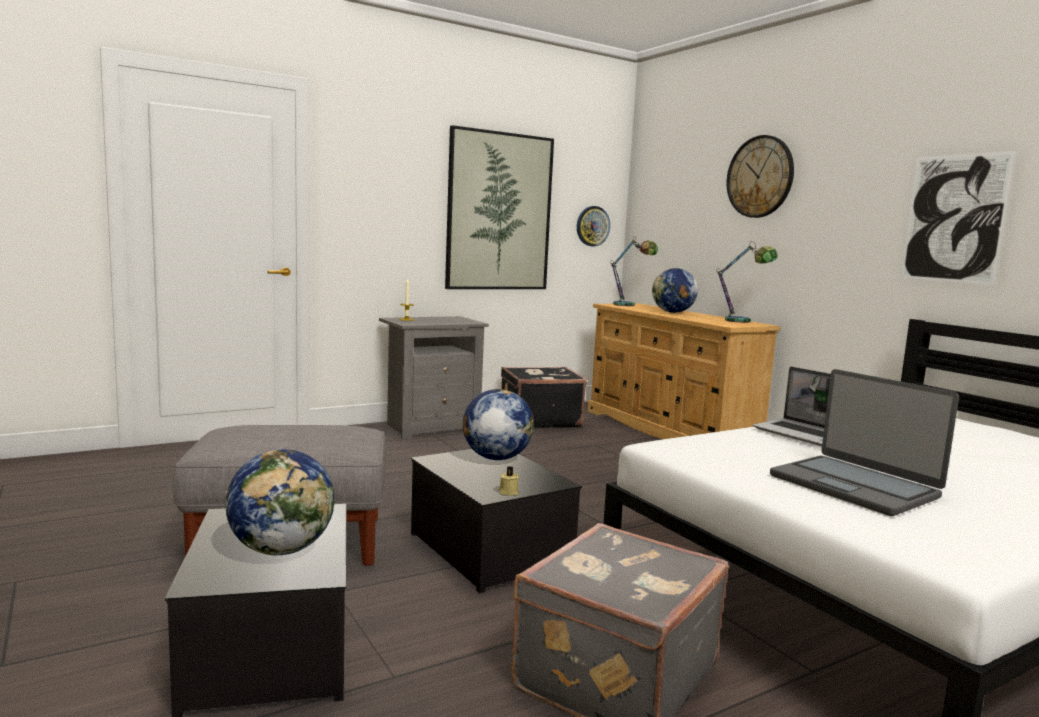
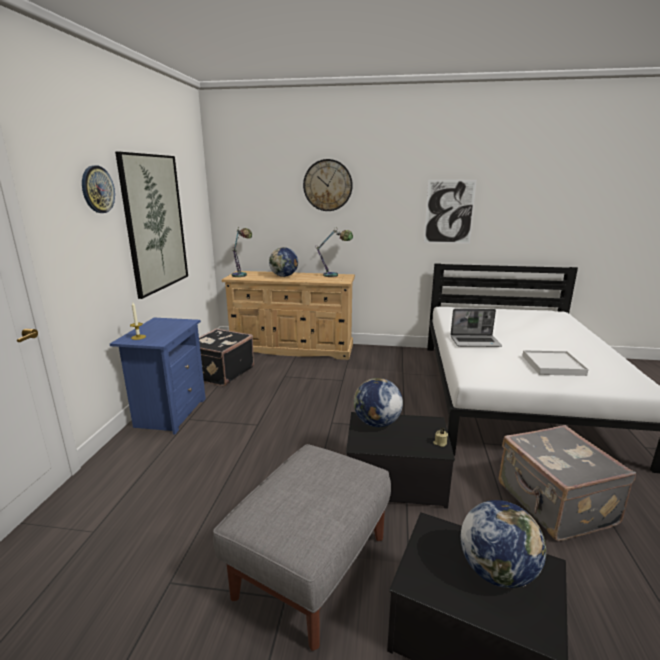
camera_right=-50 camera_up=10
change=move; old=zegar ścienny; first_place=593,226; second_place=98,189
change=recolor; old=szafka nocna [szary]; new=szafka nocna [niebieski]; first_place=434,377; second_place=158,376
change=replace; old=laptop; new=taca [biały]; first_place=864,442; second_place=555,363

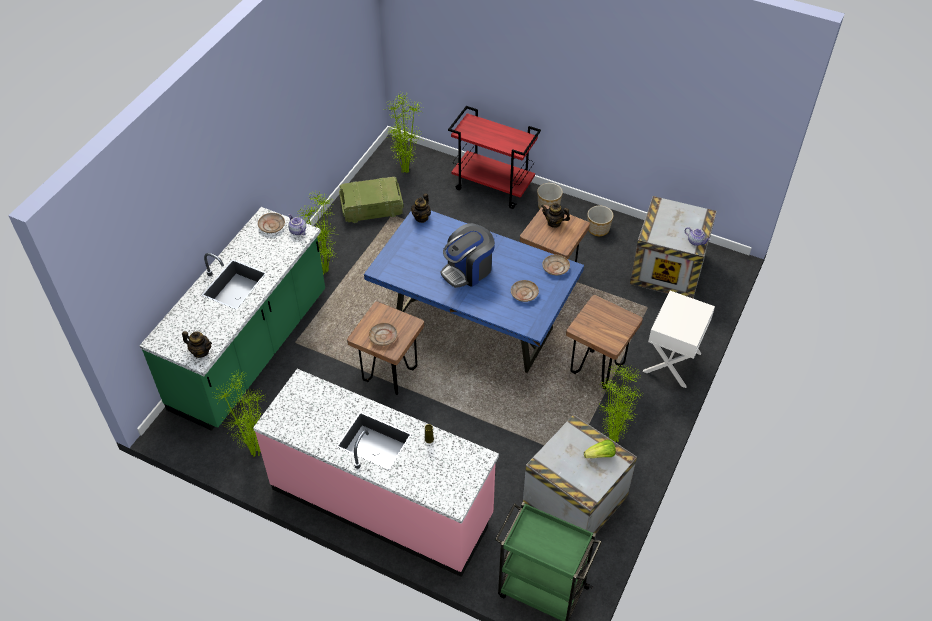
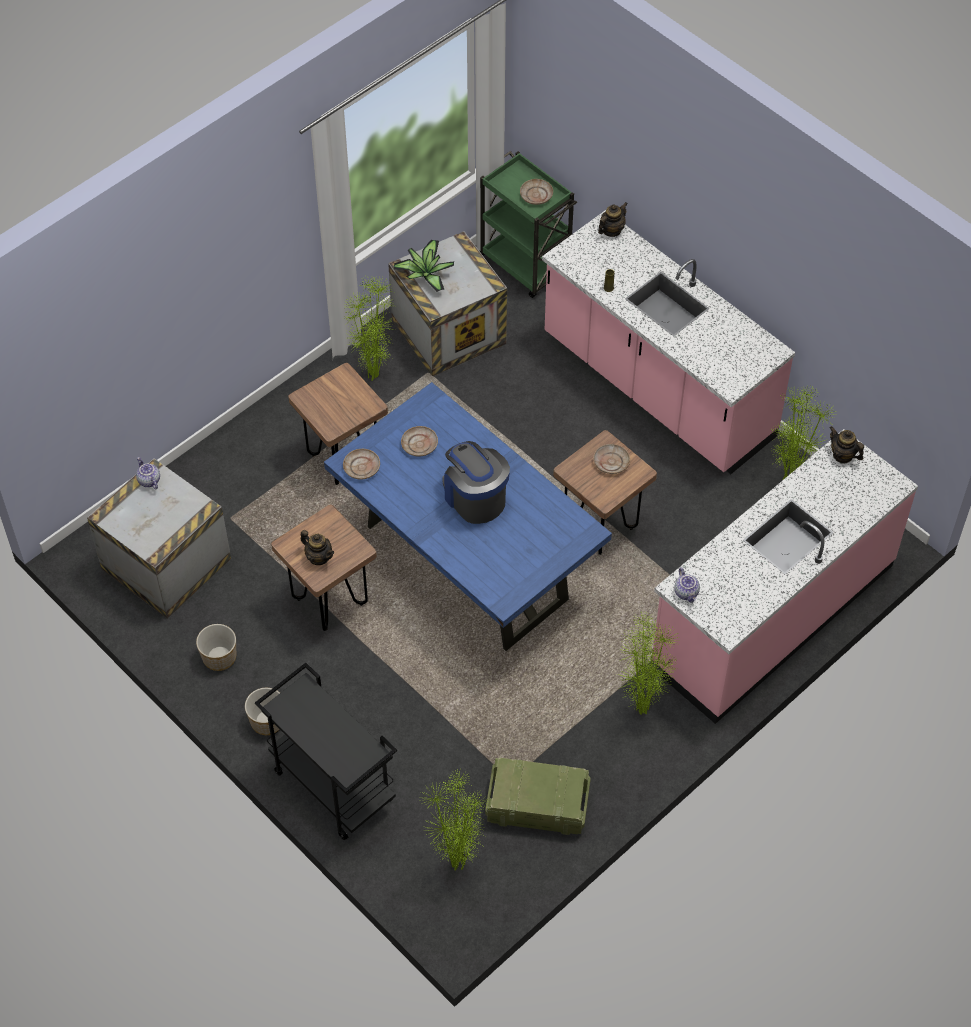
camera_right=-160 camera_up=5
change=recolor; old=wózek [czerwony]; new=wózek [czarny]; first_place=494,157; second_place=326,751
change=move; old=imbryk; first_place=421,208; second_place=612,219
change=recolor; old=zabudowa kuchenna [zielony]; new=zabudowa kuchenna [różowy]; first_place=232,319; second_place=785,576
change=move; old=talerz [beżowy]; first_place=271,223; second_place=536,192
change=rotate; old=ekspres do kawy; first_place=468,255; second_place=476,482; degrees=-105
change=delete; old=szafka nocna [biały]; first_place=679,339
change=replace; old=sałata; new=roślina doniczkowa; first_place=600,449; second_place=423,266

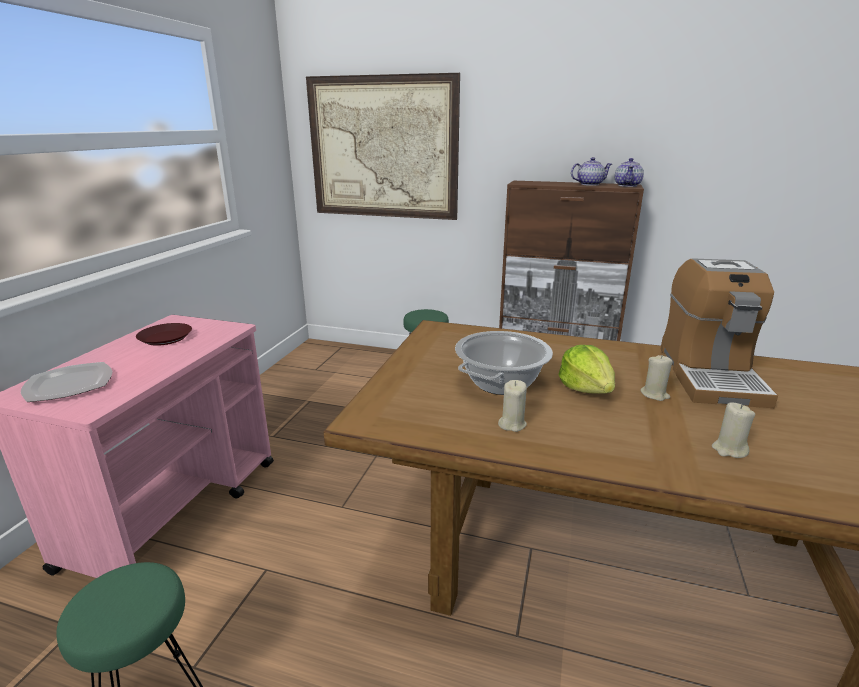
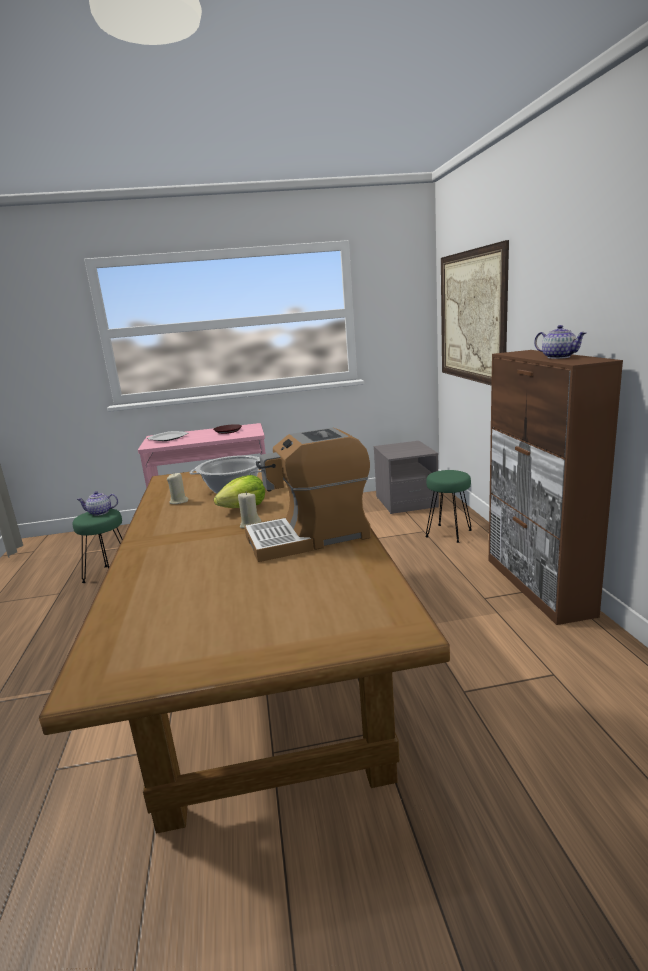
camera_right=65 camera_up=-5
change=move; old=imbryk; first_place=629,172; second_place=97,503
change=delete; old=świeca [beżowy]; first_place=733,430
change=insert; new=szafka nocna [szary]; second_place=406,477

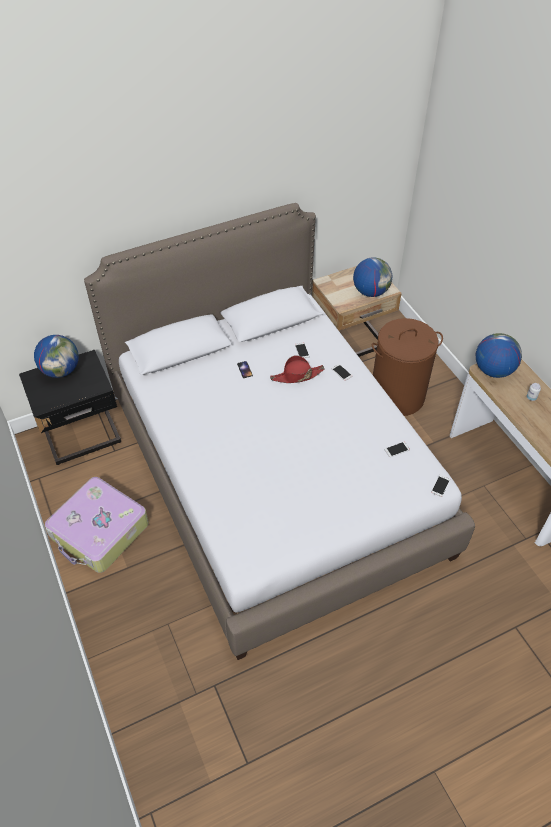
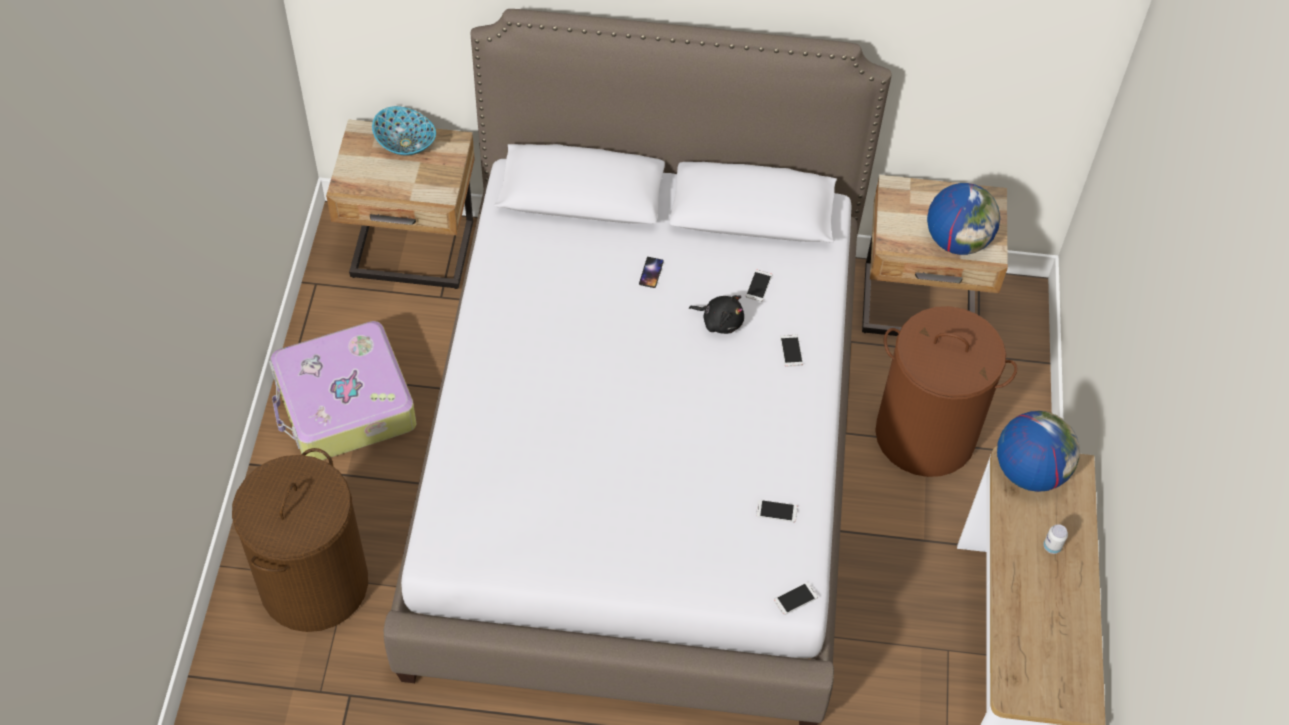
camera_right=30 camera_up=5
change=replace; old=globus; new=miska; first_place=56,356; second_place=404,131
change=recolor; old=szafka nocna [czarny]; new=szafka nocna [beżowy]; first_place=70,407; second_place=400,204
change=replace; old=kapelusz [czerwony]; new=pluszak [czarny]; first_place=297,369; second_place=716,314
change=insert; new=kosz na pranie [brązowy]; second_place=300,540

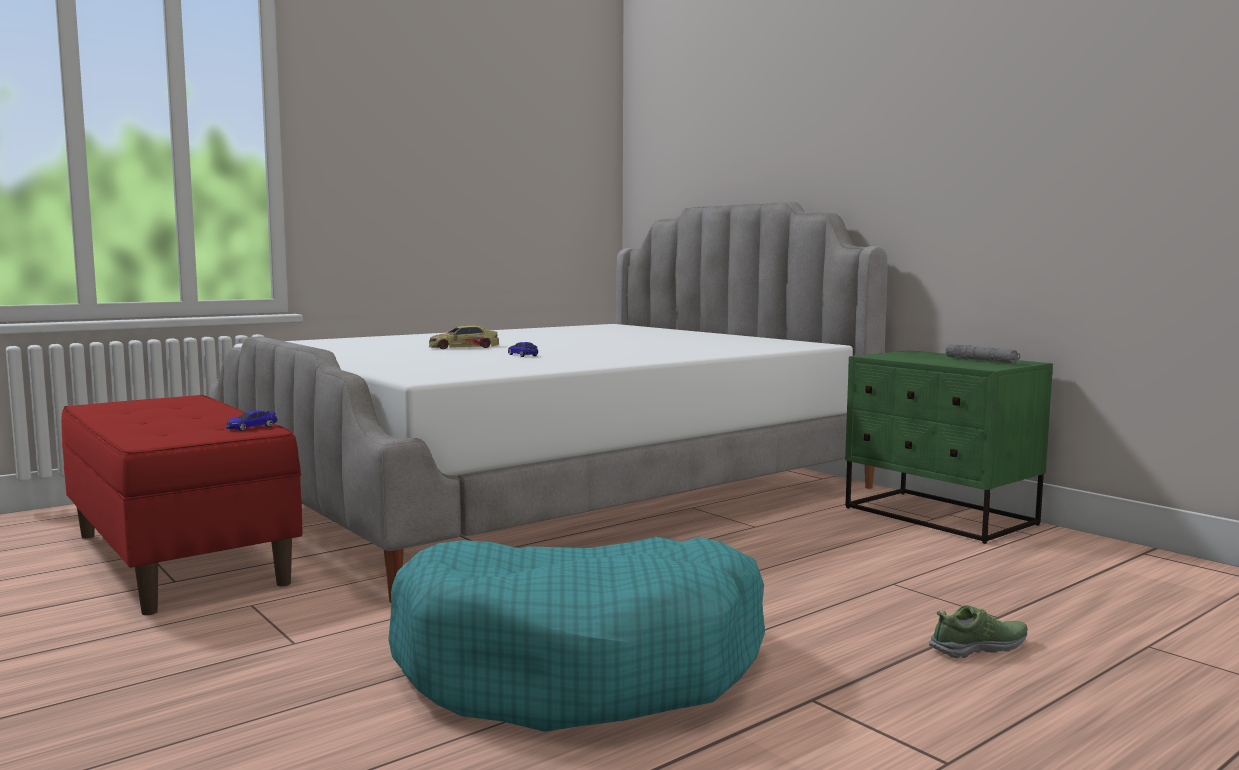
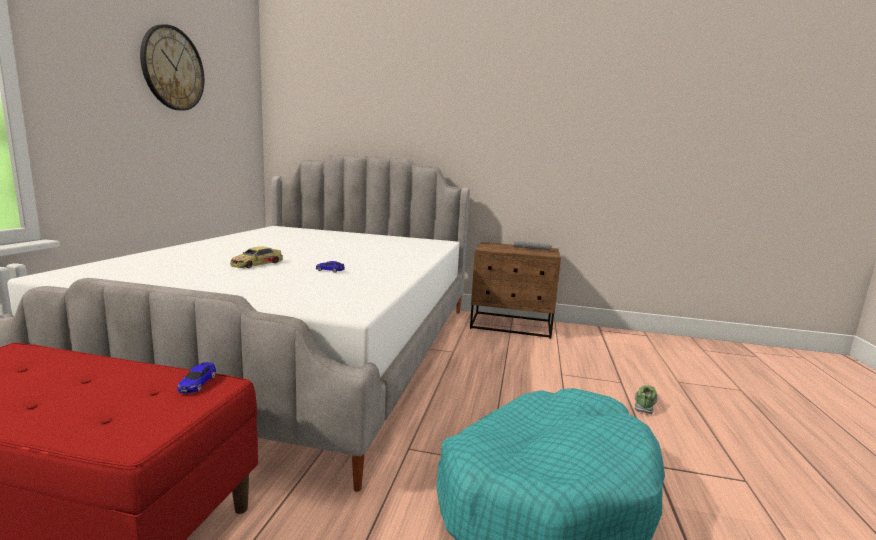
camera_right=-40 camera_up=5
change=recolor; old=szafka nocna [zielony]; new=szafka nocna [brązowy]; first_place=949,447; second_place=515,290
change=insert; new=zegar ścienny; second_place=172,67

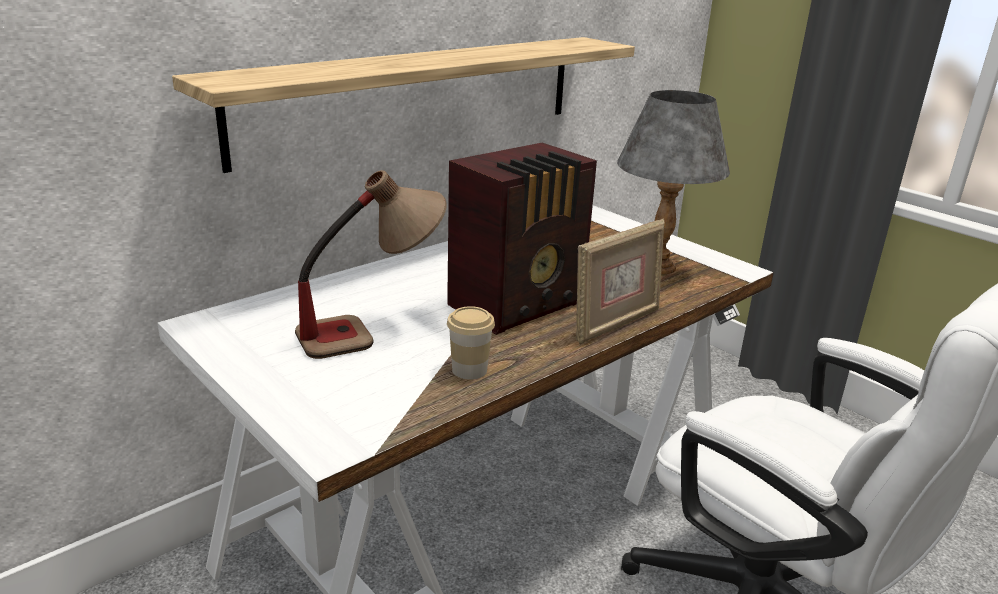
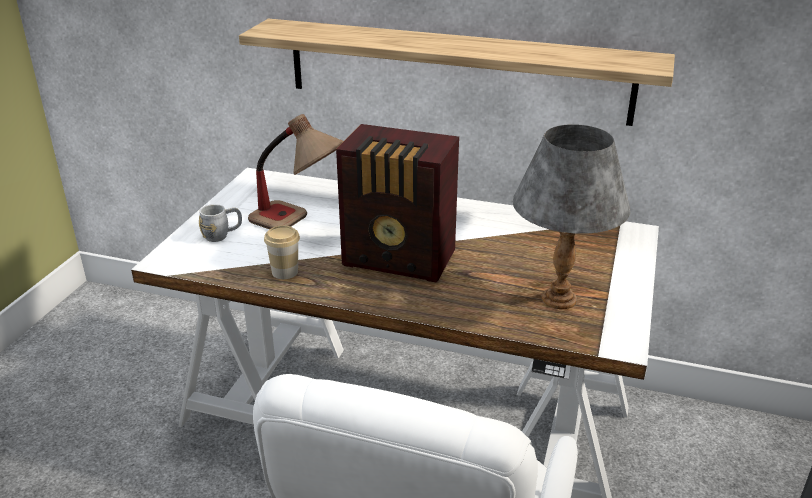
camera_right=60 camera_up=5
change=delete; old=ramka na zdjęcie; first_place=620,281
change=insert; new=kubek [szary]; second_place=220,223

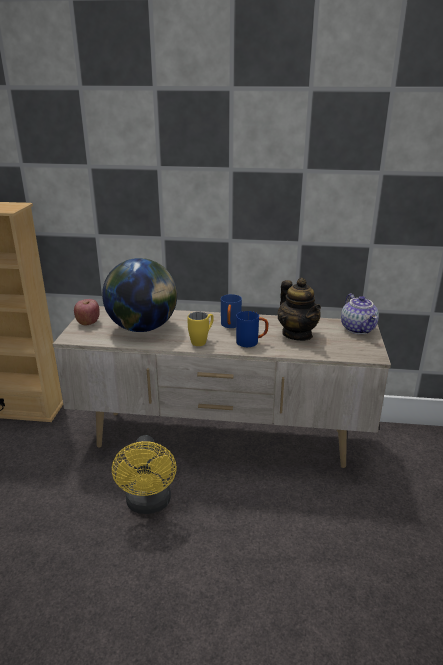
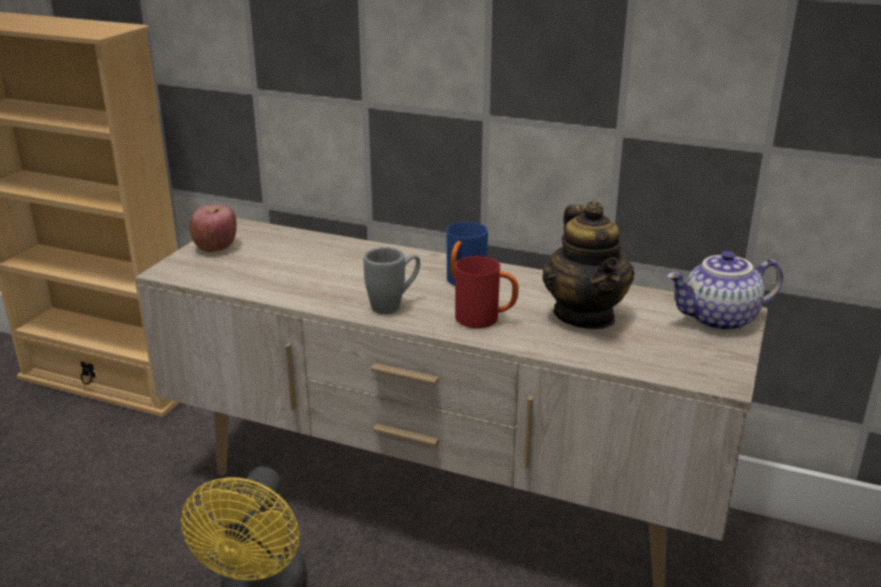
camera_right=15 camera_up=0
change=delete; old=globus; first_place=139,295
change=rotate; old=imbryk; first_place=360,313; second_place=725,291; degrees=75
change=recolor; old=kubek [niebieski]; new=kubek [czerwony]; first_place=252,329; second_place=486,292
change=recolor; old=kubek [żółty]; new=kubek [szary]; first_place=201,329; second_place=392,280

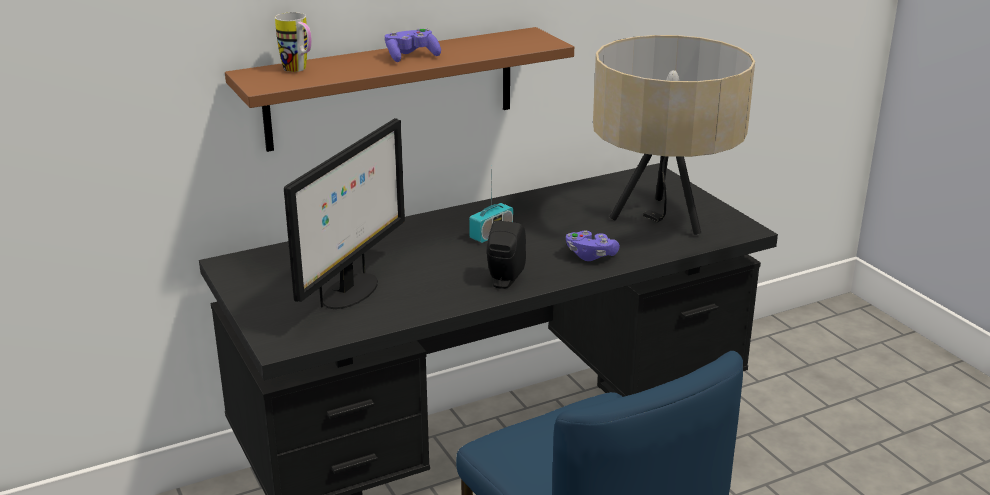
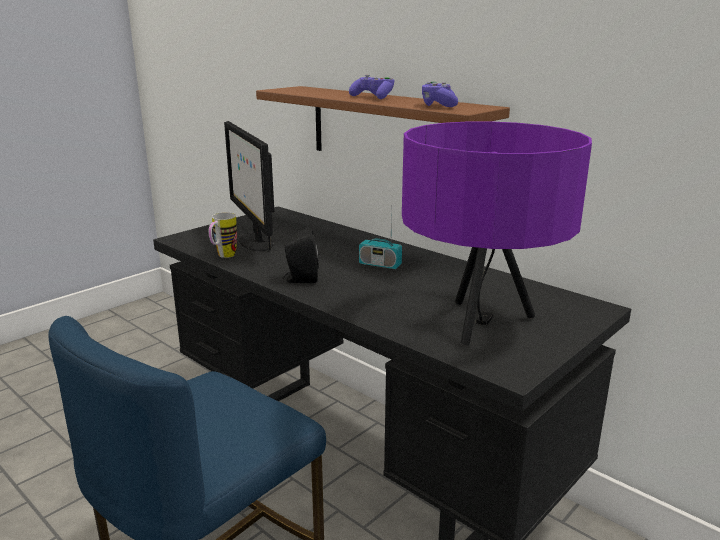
camera_right=70 camera_up=-5
change=move; old=kubek; first_place=293,42; second_place=223,235
change=recolor; old=lampa stołowa [beżowy]; new=lampa stołowa [fioletowy]; first_place=674,135; second_place=497,233
change=rotate; old=monitor; first_place=344,213; second_place=249,186; degrees=60
change=move; old=pad do gier [fioletowy]; first_place=593,245; second_place=440,94

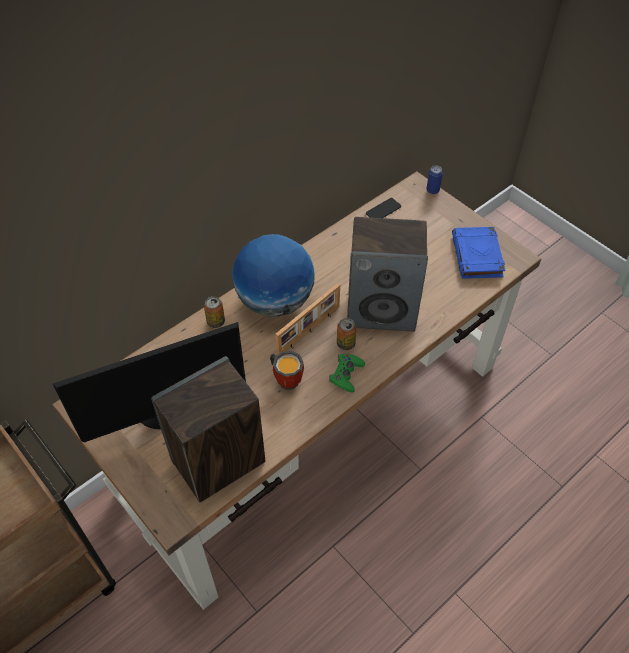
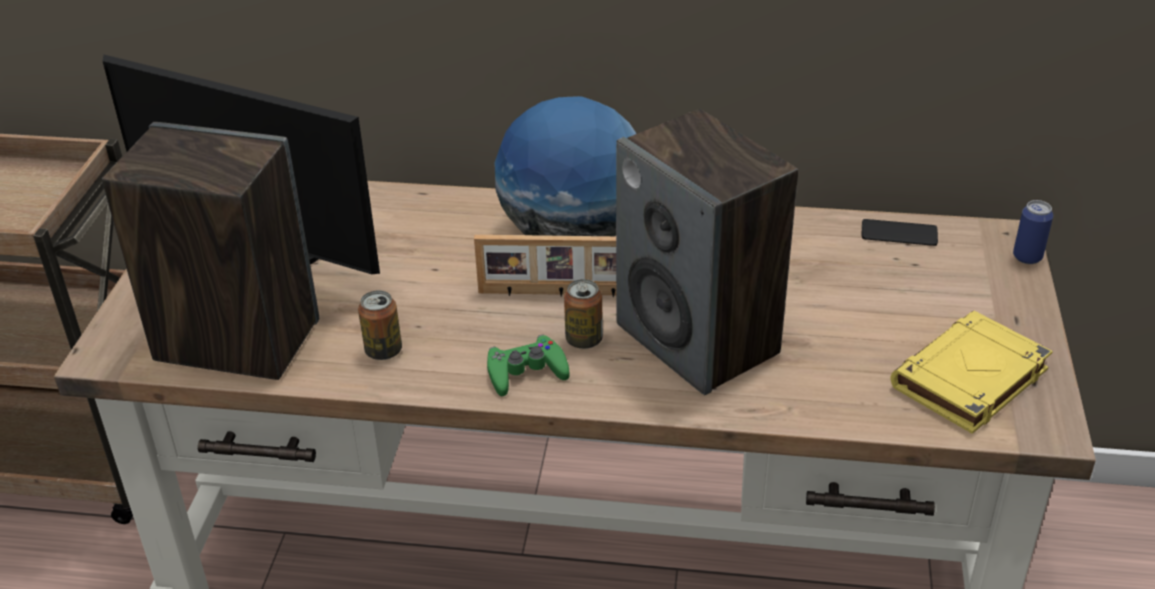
camera_right=50 camera_up=-15
change=recolor; old=książka [niebieski]; new=książka [żółty]; first_place=478,253; second_place=972,372
change=move; old=puszka; first_place=214,312; second_place=380,325
change=delete; old=kubek; first_place=287,370

